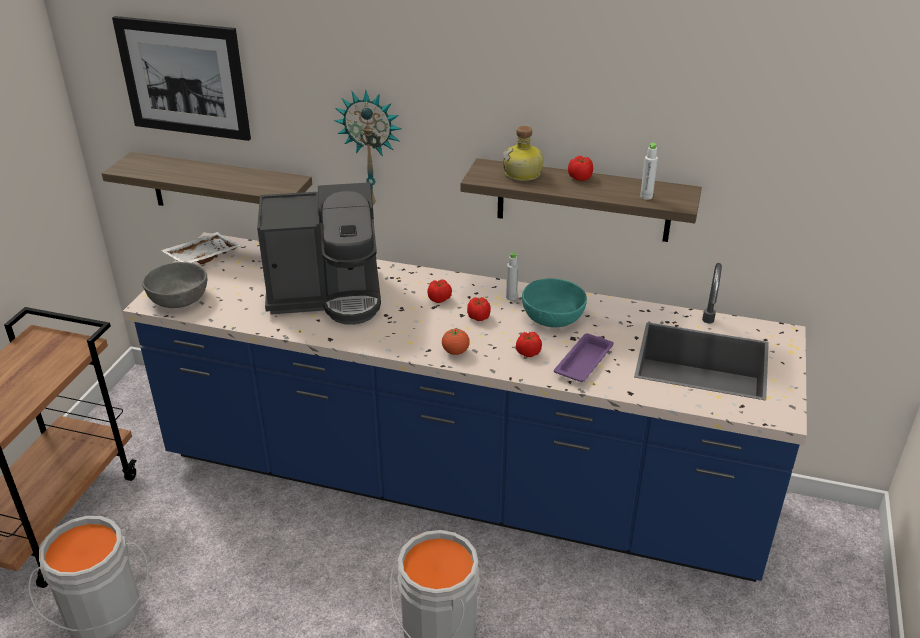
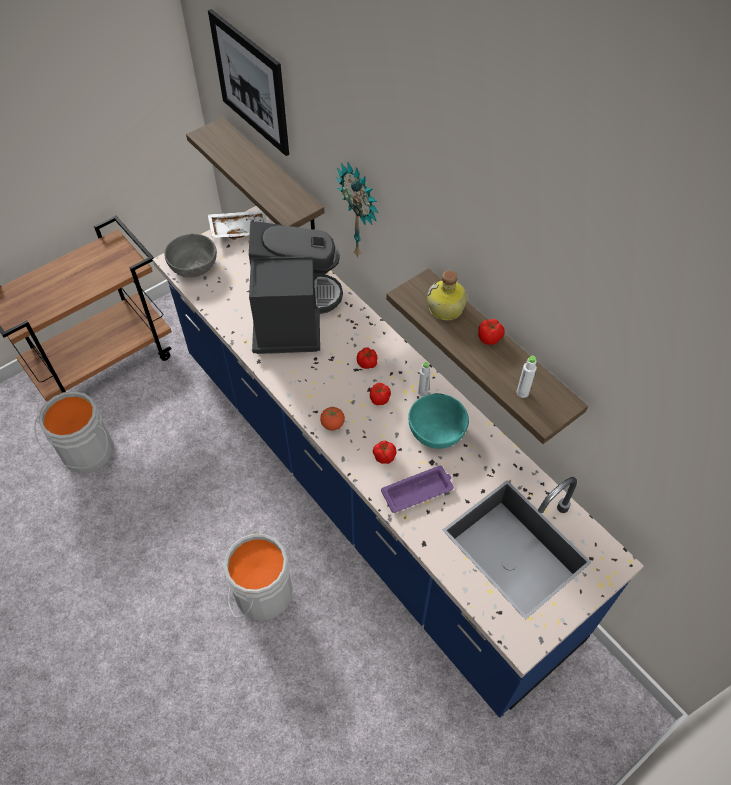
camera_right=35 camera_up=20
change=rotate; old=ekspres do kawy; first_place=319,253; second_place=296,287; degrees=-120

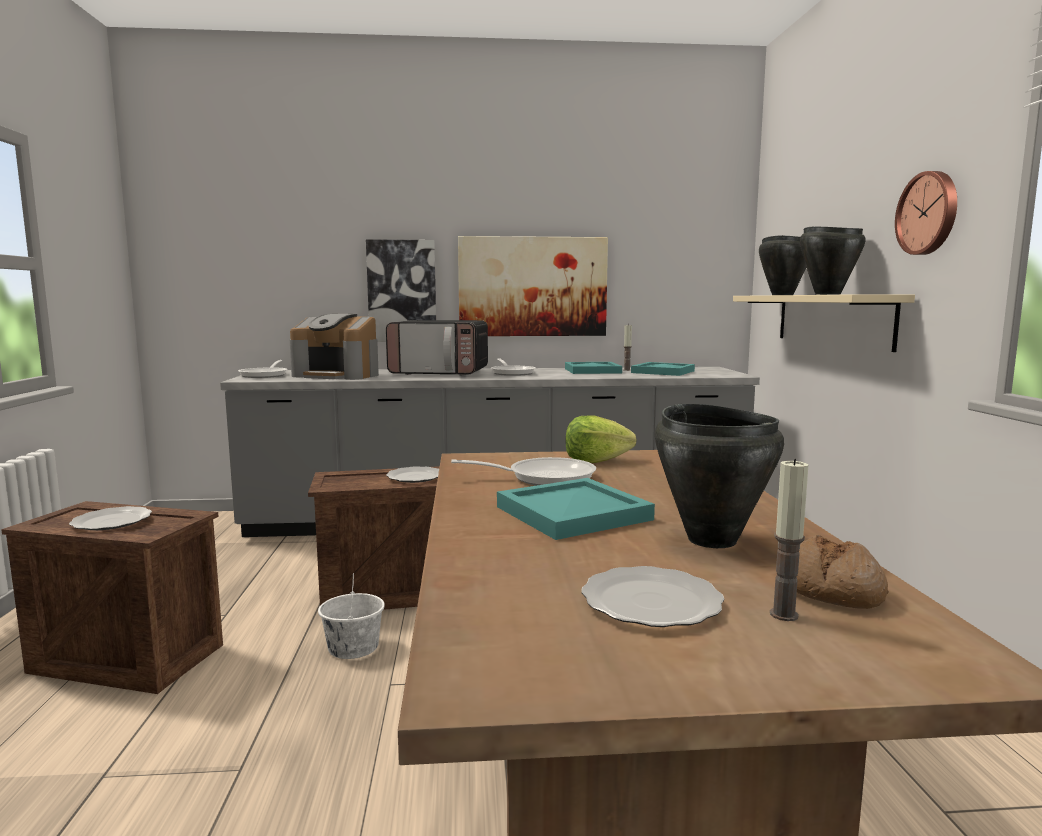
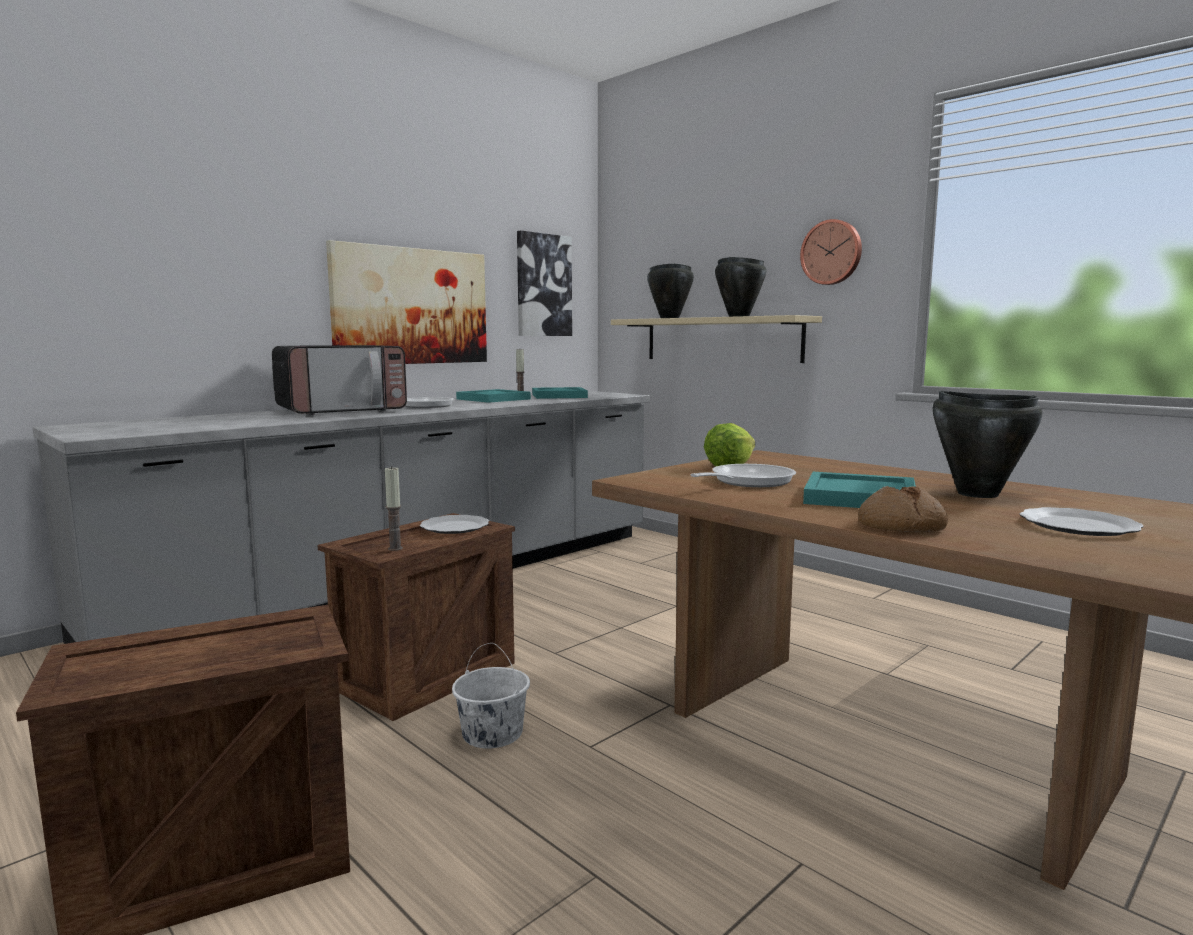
camera_right=-40 camera_up=0
change=move; old=obraz; first_place=401,290; second_place=544,283
change=delete; old=ekspres do kawy; first_place=334,347
change=delete; old=patelnia; first_place=263,369
change=move; old=świeca; first_place=789,540; second_place=394,508
change=delete; old=talerz; first_place=110,518
change=move; old=chleb; first_place=843,572; second_place=903,509

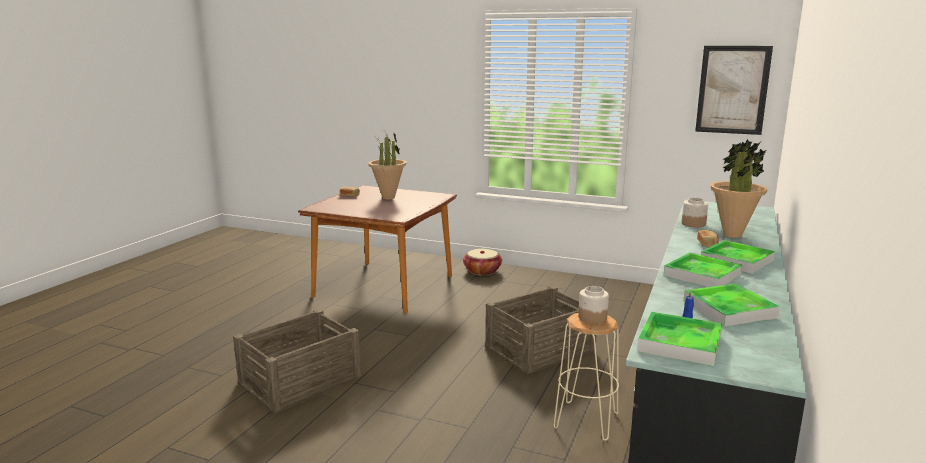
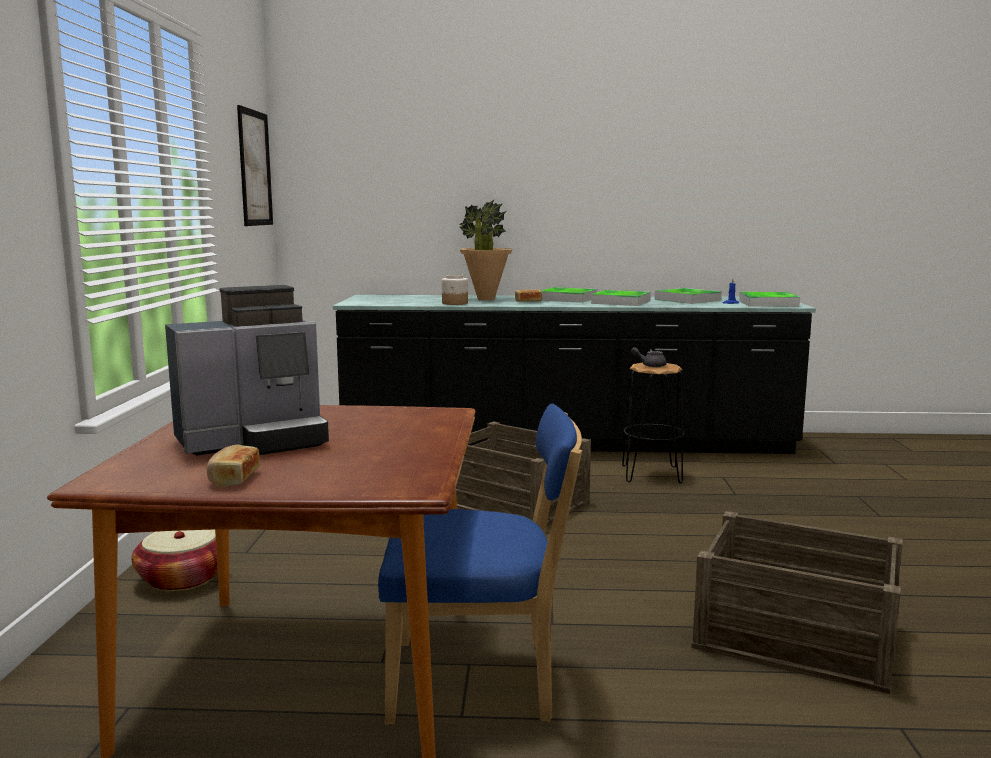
camera_right=-110 camera_up=-5
change=replace; old=roślina doniczkowa; new=ekspres do kawy; first_place=387,164; second_place=247,370
change=replace; old=słoik; new=imbryk [szary]; first_place=593,305; second_place=649,357
change=recolor; old=stołek [beżowy]; new=stołek [czarny]; first_place=586,377; second_place=653,423
change=insert; new=krzesło [niebieski]; second_place=480,564

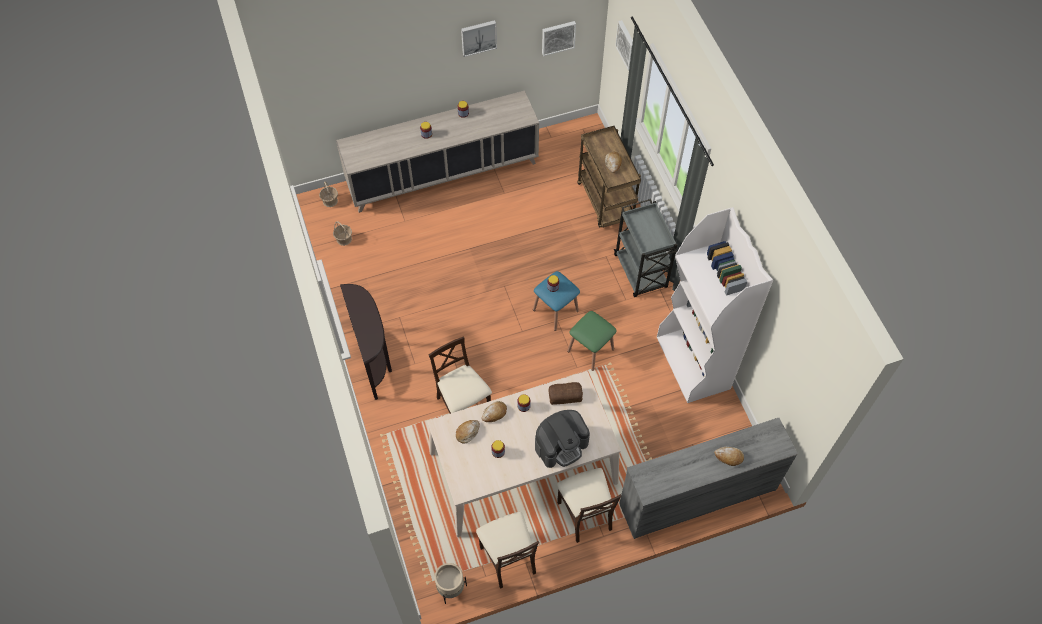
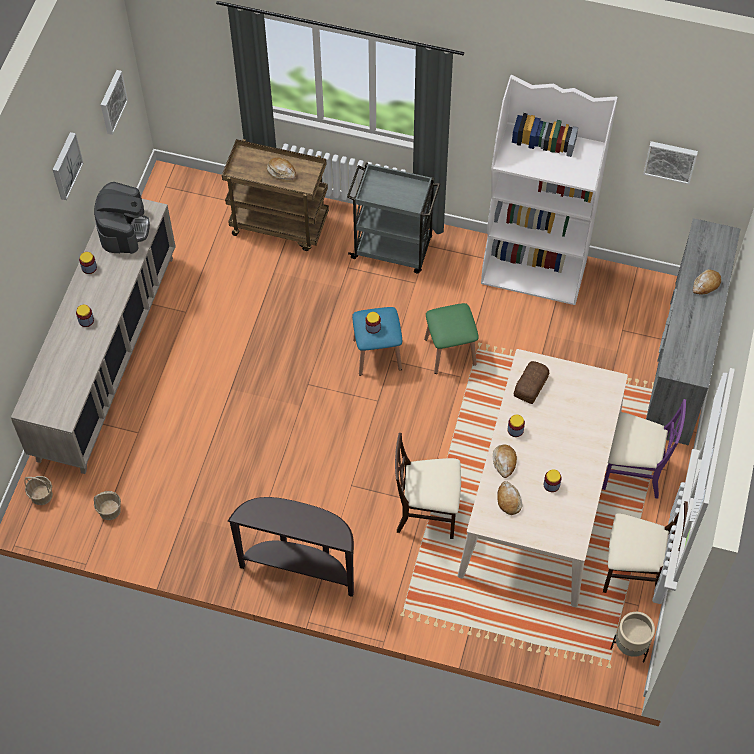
camera_right=-55 camera_up=0
change=move; old=obraz; first_place=624,45; second_place=670,162
change=move; old=ekspres do kawy; first_place=562,439; second_place=122,218
change=recolor; old=krzesło [beżowy]; new=krzesło [fioletowy]; first_place=589,505; second_place=644,449

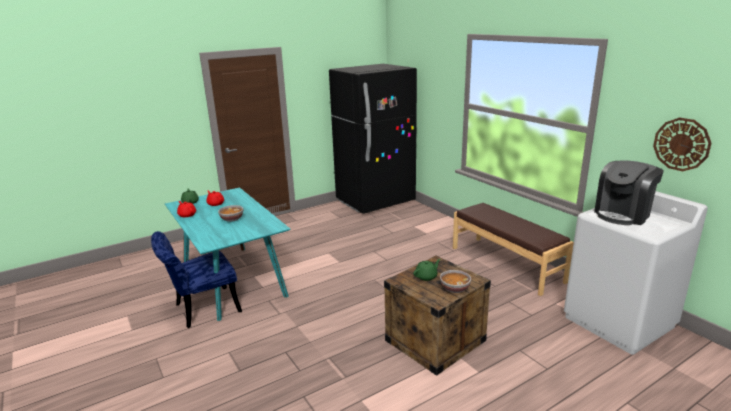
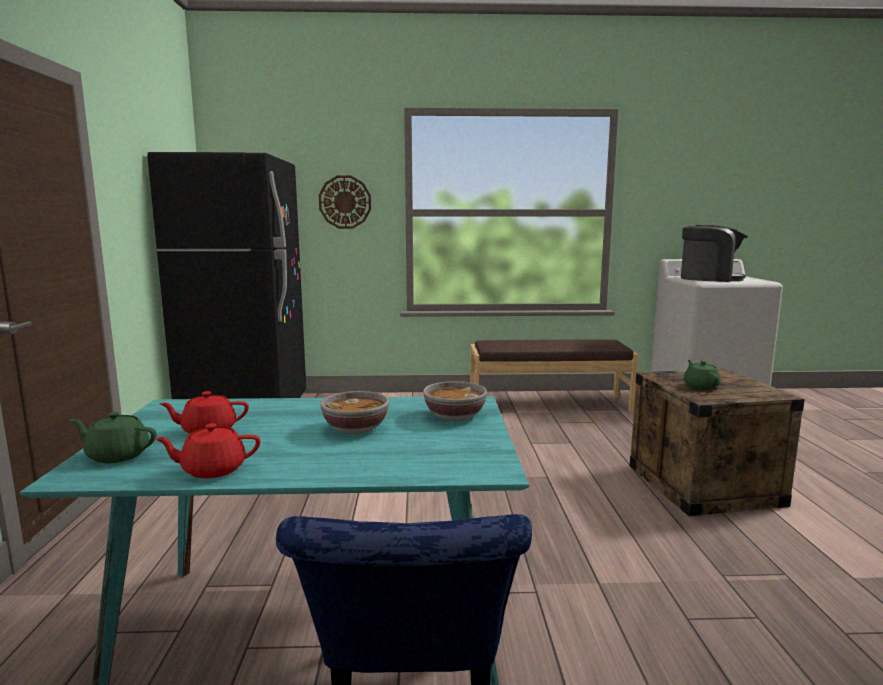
camera_right=-60 camera_up=-10
change=move; old=zegar ścienny; first_place=682,144; second_place=345,202
change=rotate; old=ekspres do kawy; first_place=629,192; second_place=714,253; degrees=-60
change=move; old=miska; first_place=455,281; second_place=455,401

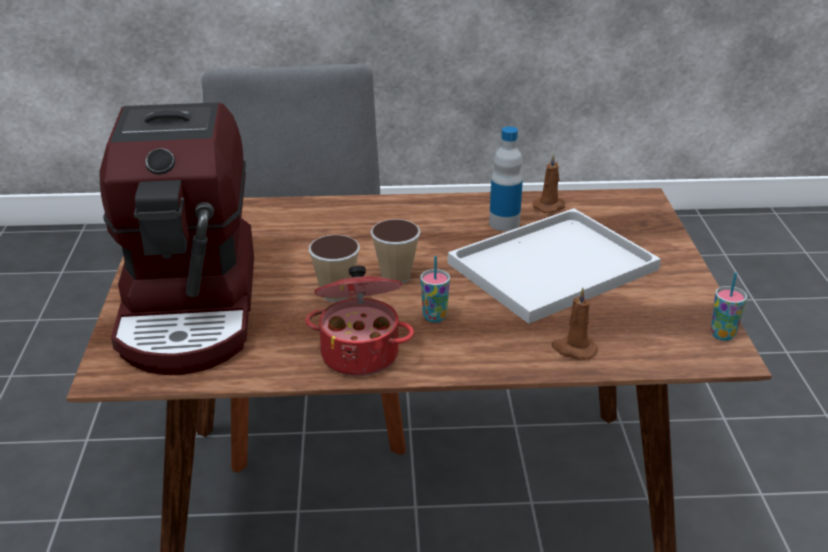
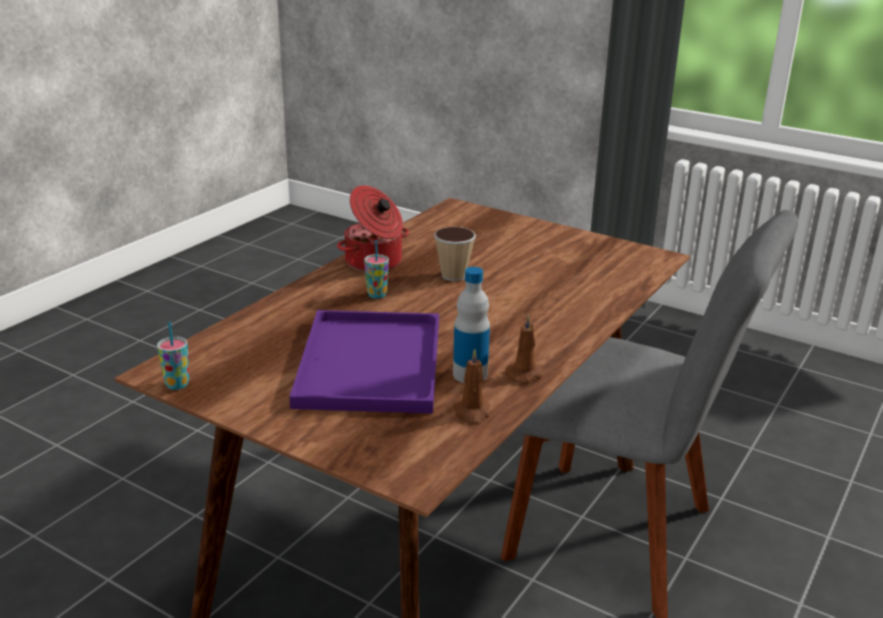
camera_right=125 camera_up=-5
change=delete; old=ekspres do kawy; first_place=176,238
change=recolor; old=taca [biały]; new=taca [fioletowy]; first_place=554,266; second_place=364,362
change=delete; old=filiżanka; first_place=395,251
change=move; old=świeca [brązowy]; first_place=575,323; second_place=524,348

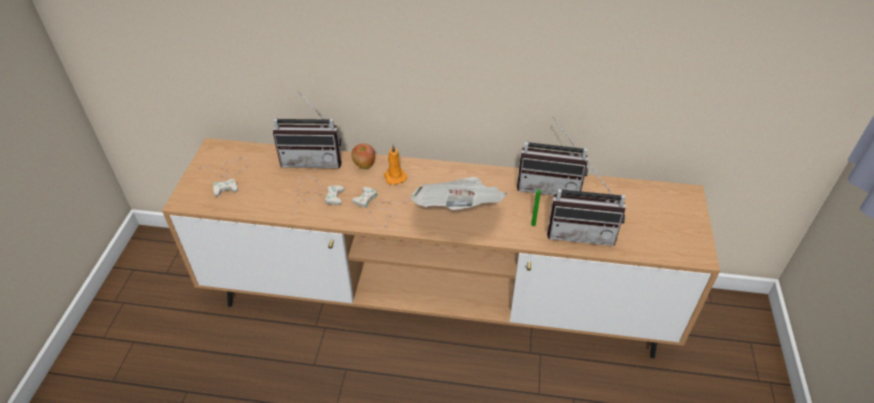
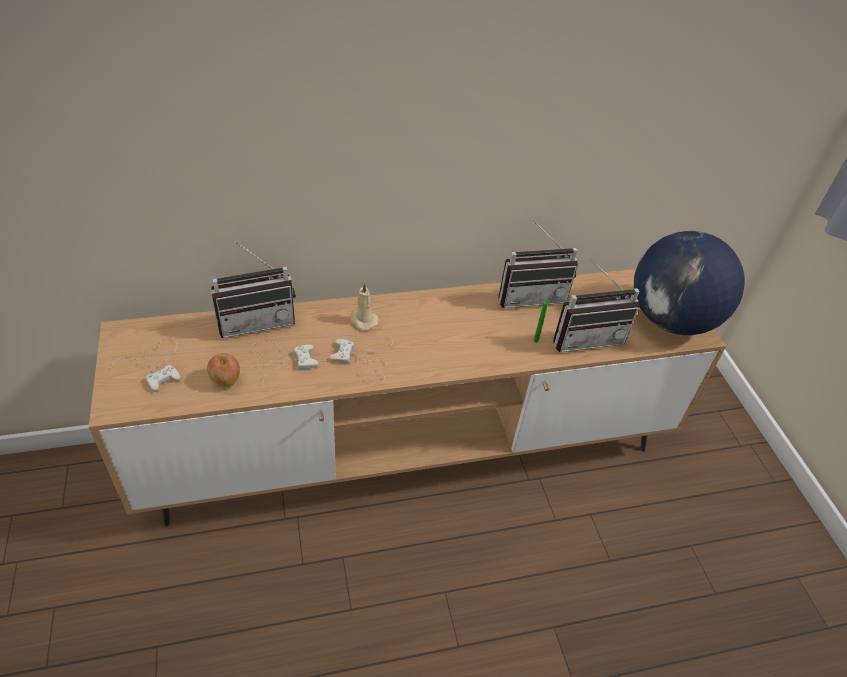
camera_right=-25 camera_up=0
change=move; old=jabłko; first_place=363,156; second_place=223,370
change=recolor; old=świeca [pomarańczowy]; new=świeca [beżowy]; first_place=395,164; second_place=364,306
change=delete; old=gazeta; first_place=459,193
change=insert; new=globus; second_place=689,283

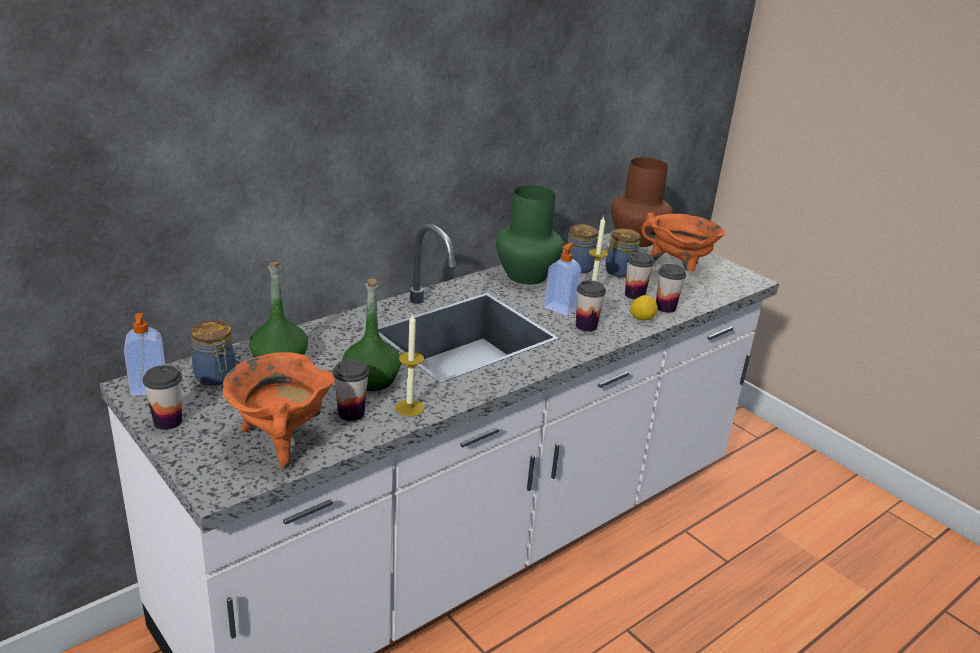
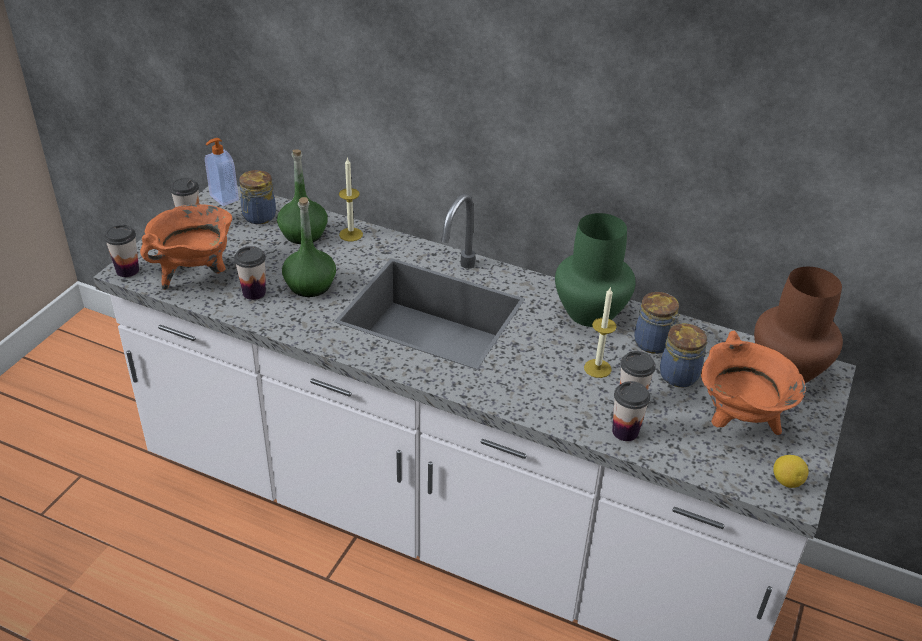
camera_right=65 camera_up=10
change=delete; old=dozownik mydła; first_place=562,279
change=move; old=filiżanka; first_place=591,306; second_place=121,251
change=move; old=cytryna; first_place=644,307; second_place=791,471
change=move; old=świeca; first_place=409,365; second_place=351,199

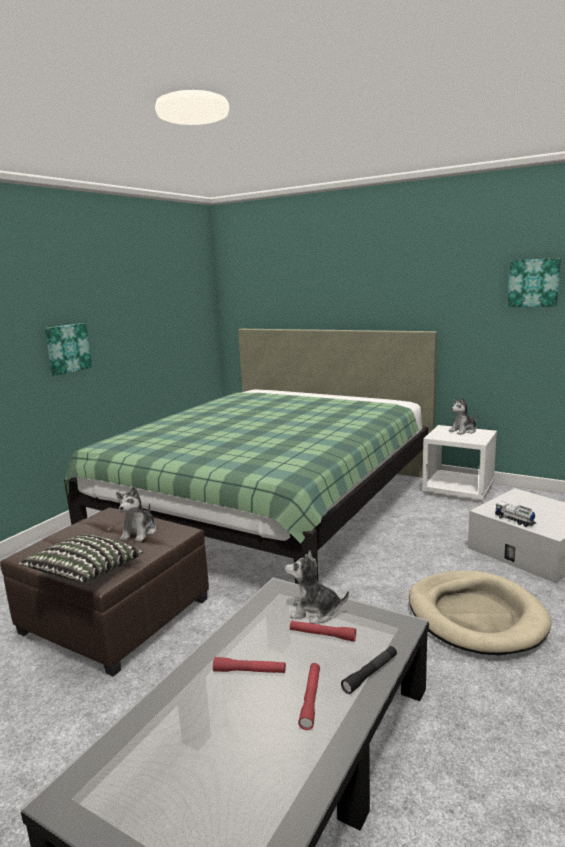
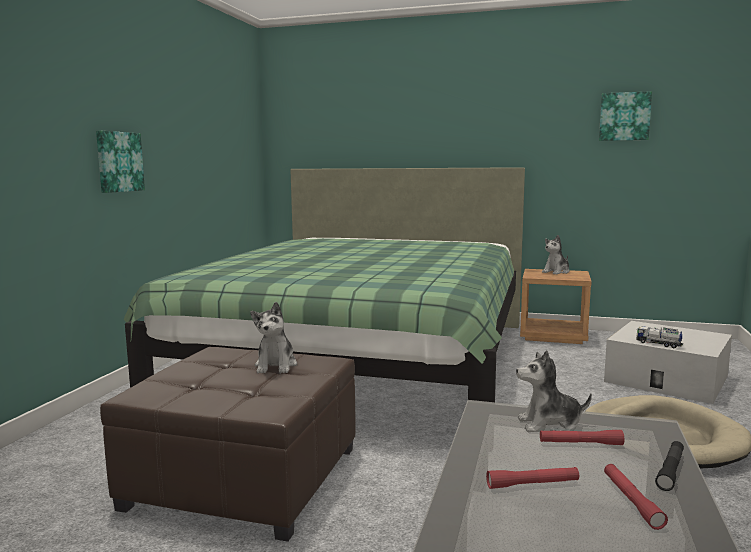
camera_right=-15 camera_up=-5
change=recolor; old=szafka nocna [biały]; new=szafka nocna [brązowy]; first_place=459,463; second_place=556,306
change=delete; old=poduszka; first_place=81,558

